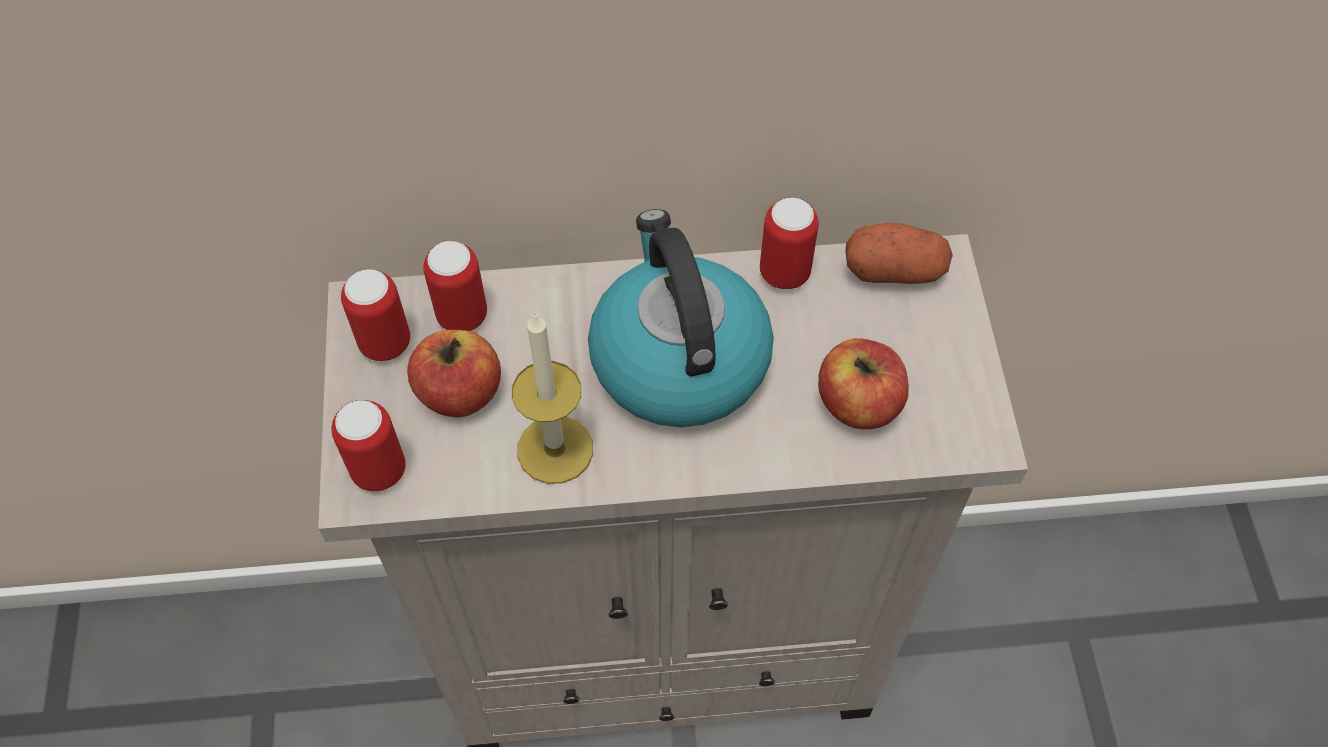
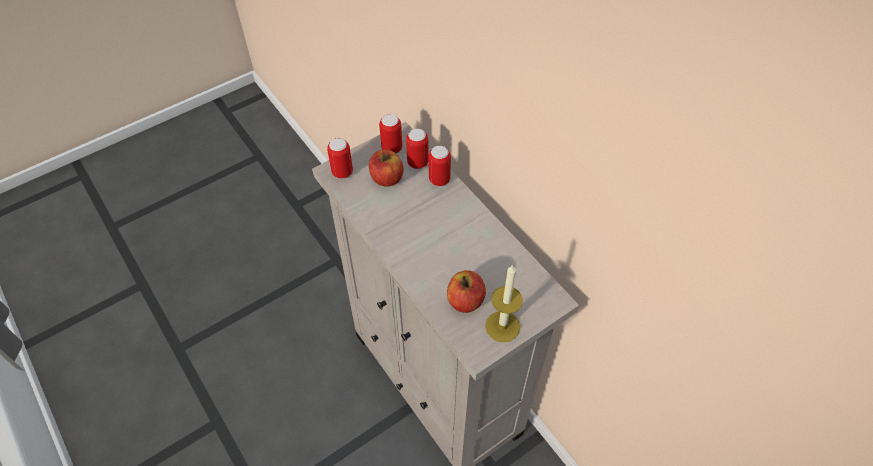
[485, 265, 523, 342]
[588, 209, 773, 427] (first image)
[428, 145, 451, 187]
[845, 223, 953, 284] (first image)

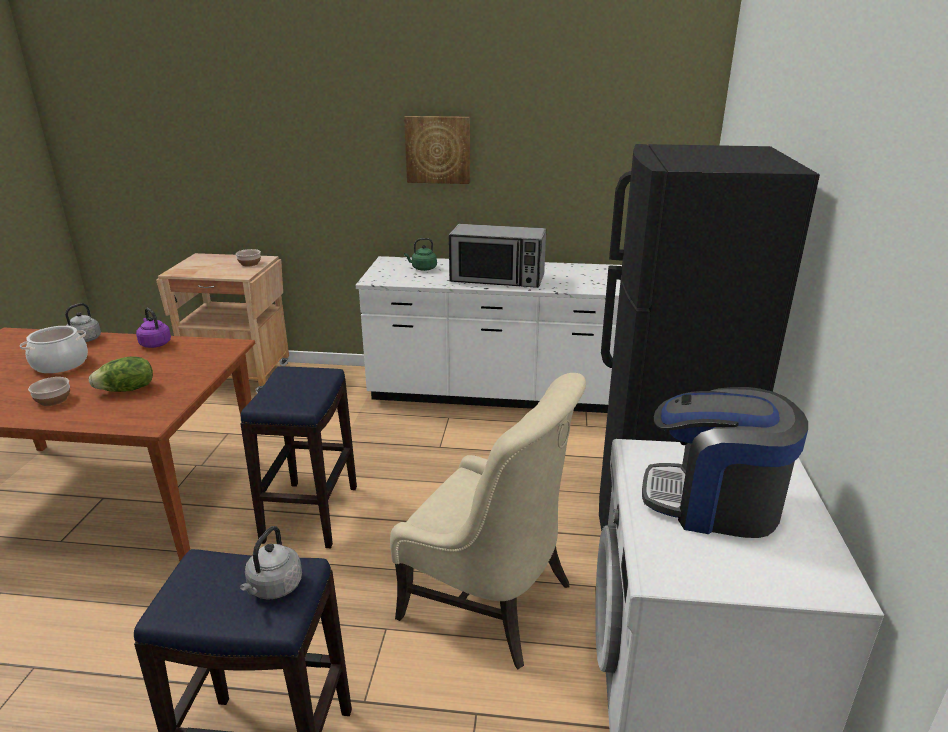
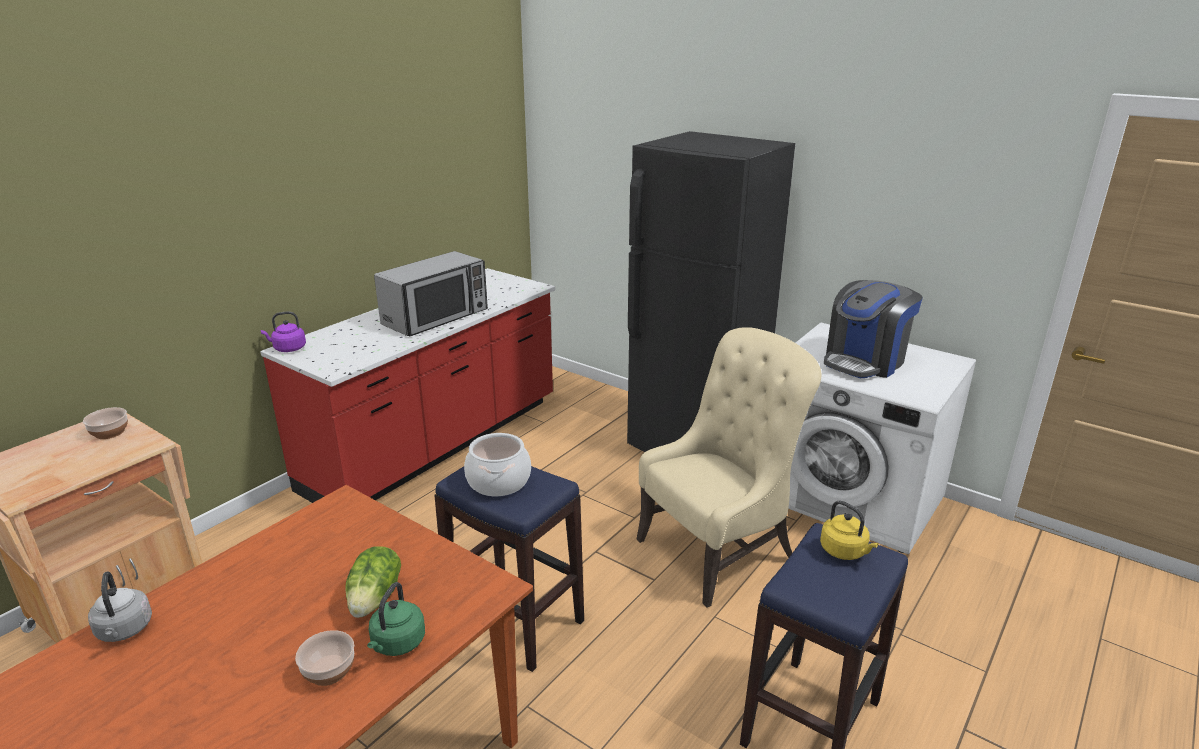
[464, 433, 531, 496]
[261, 312, 306, 352]
[820, 500, 878, 560]
[260, 268, 555, 503]
[404, 116, 470, 184] (first image)
[367, 582, 425, 656]

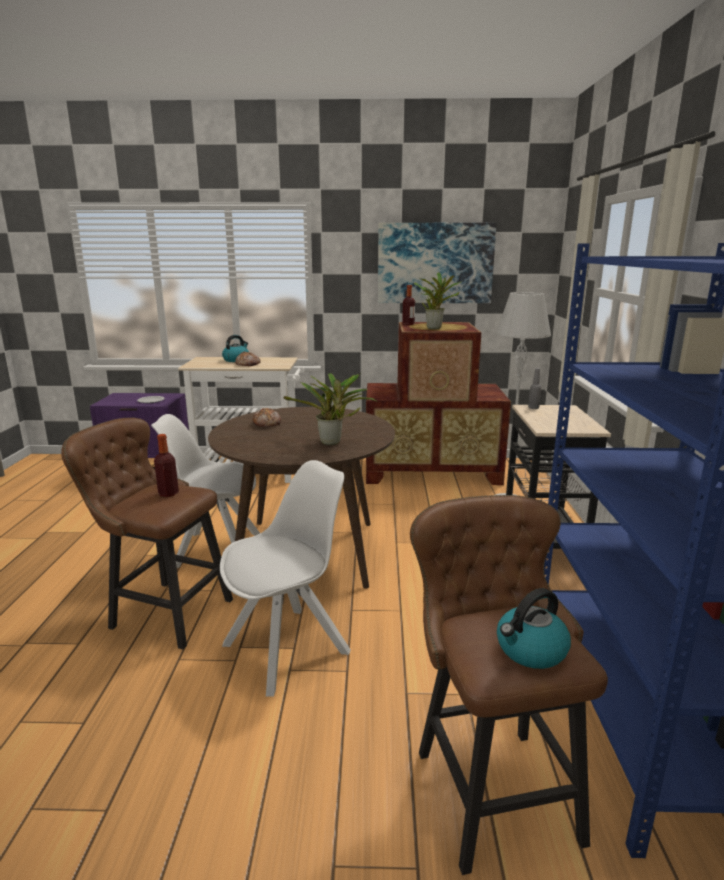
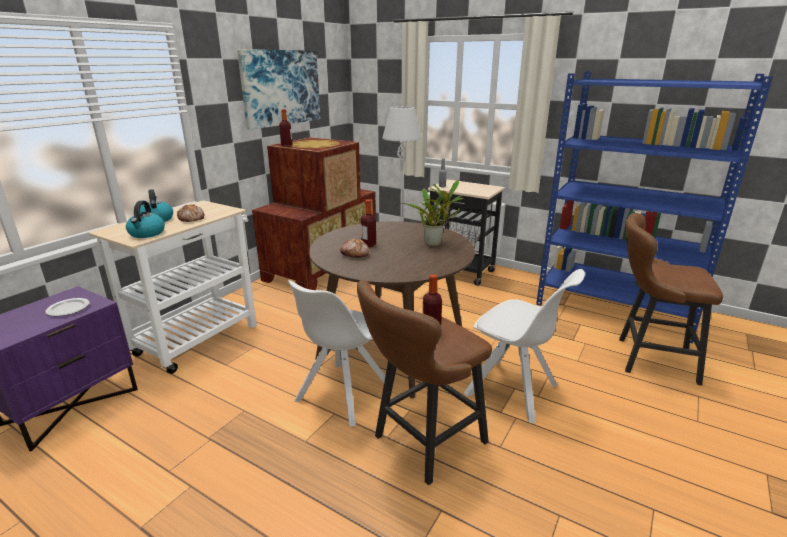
[464, 269, 585, 423]
[414, 272, 461, 329] (first image)
[126, 201, 165, 238]
[361, 199, 376, 247]

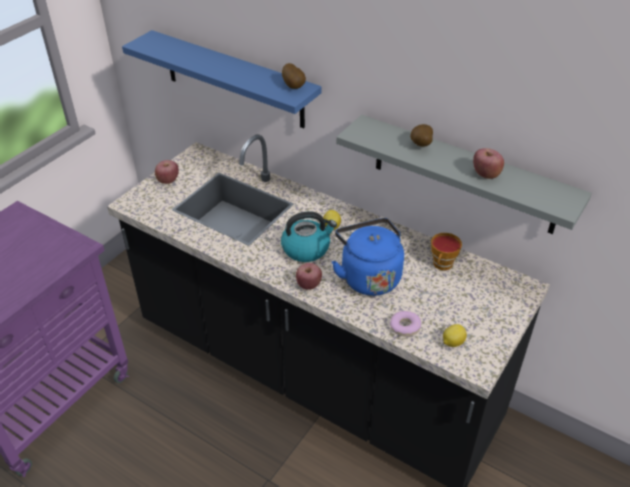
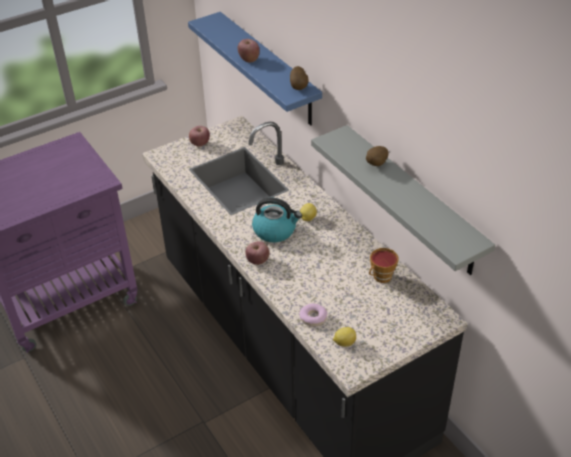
[332, 218, 404, 296] (first image)
[238, 39, 260, 63]

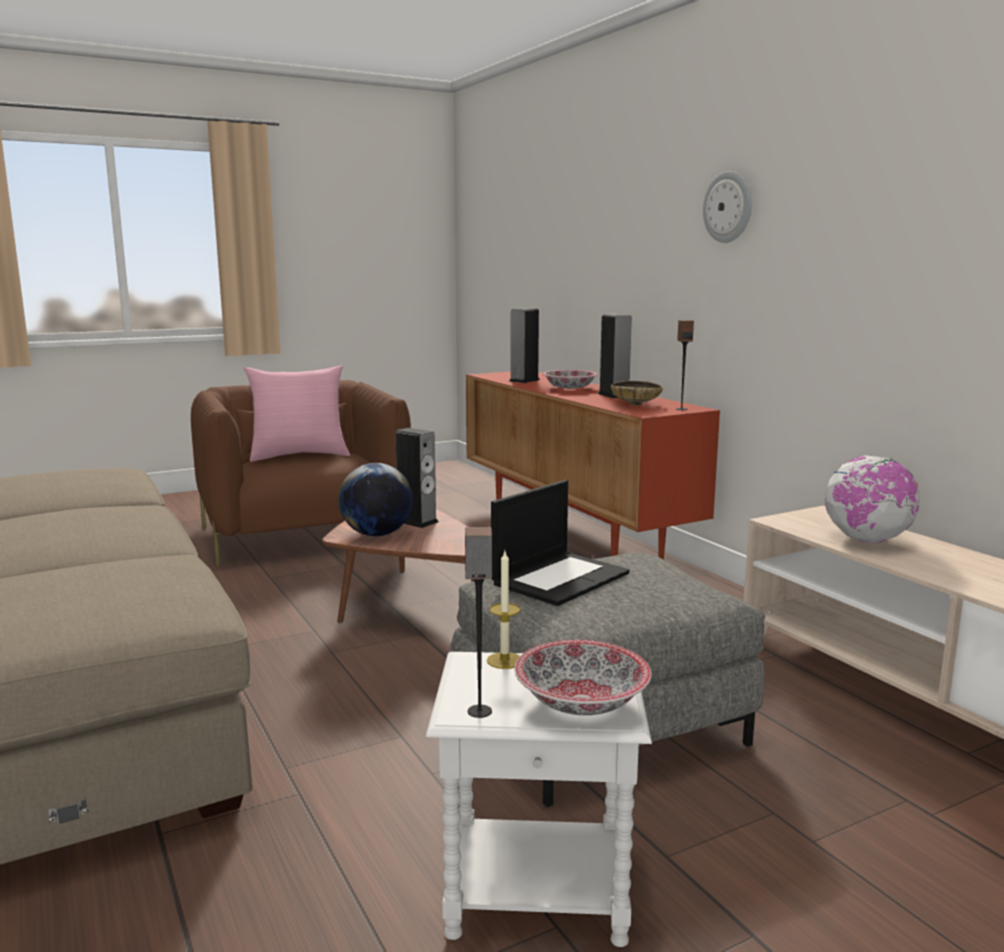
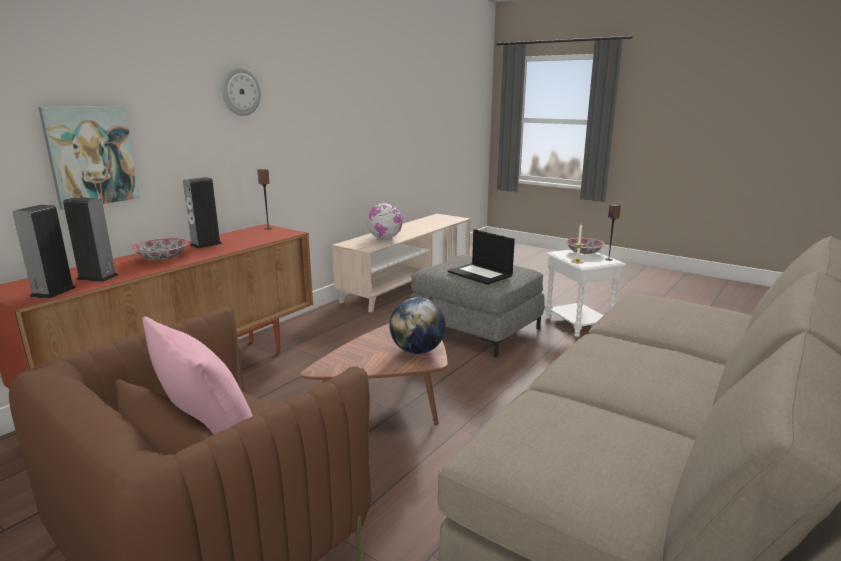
[13, 204, 76, 299]
[448, 229, 515, 285]
[611, 381, 663, 406] (first image)
[38, 105, 140, 210]

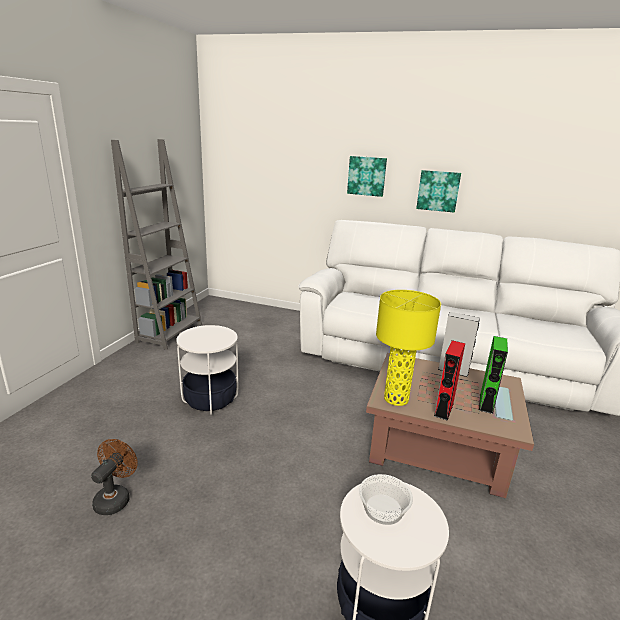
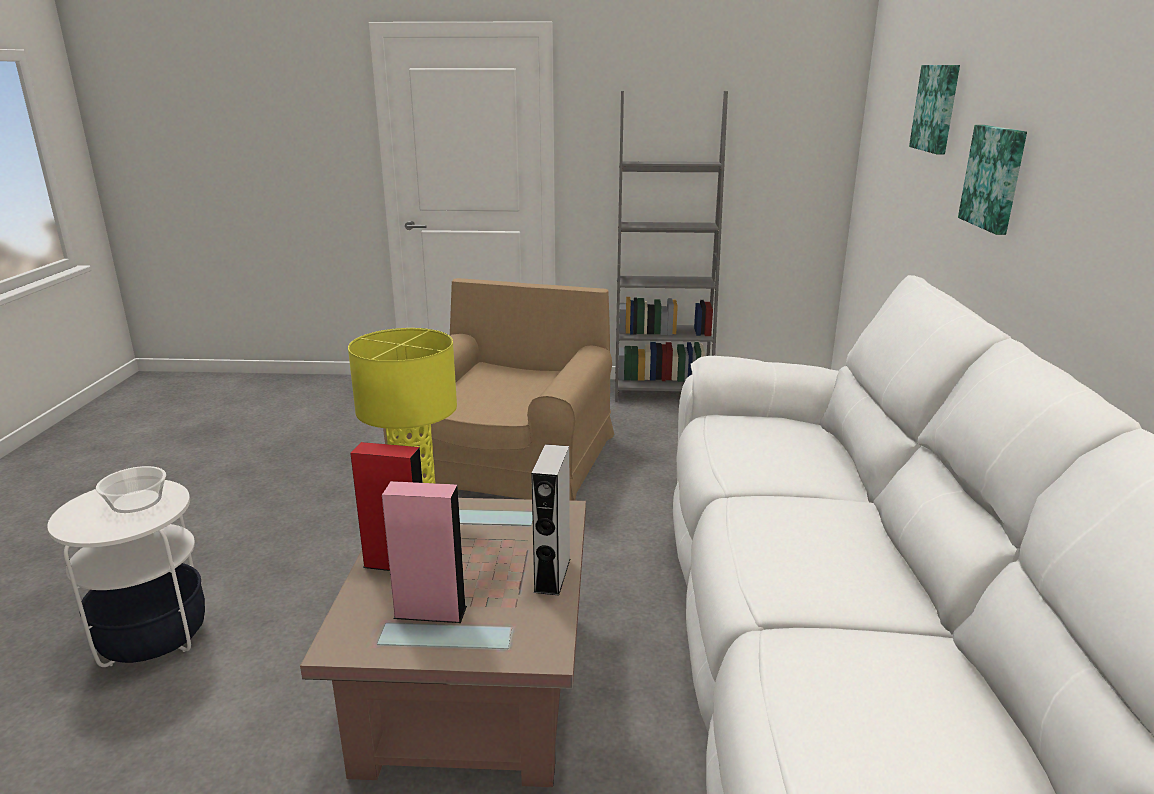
[91, 439, 138, 515] (first image)
[383, 278, 614, 501]
[909, 65, 960, 154]
[382, 481, 467, 623]

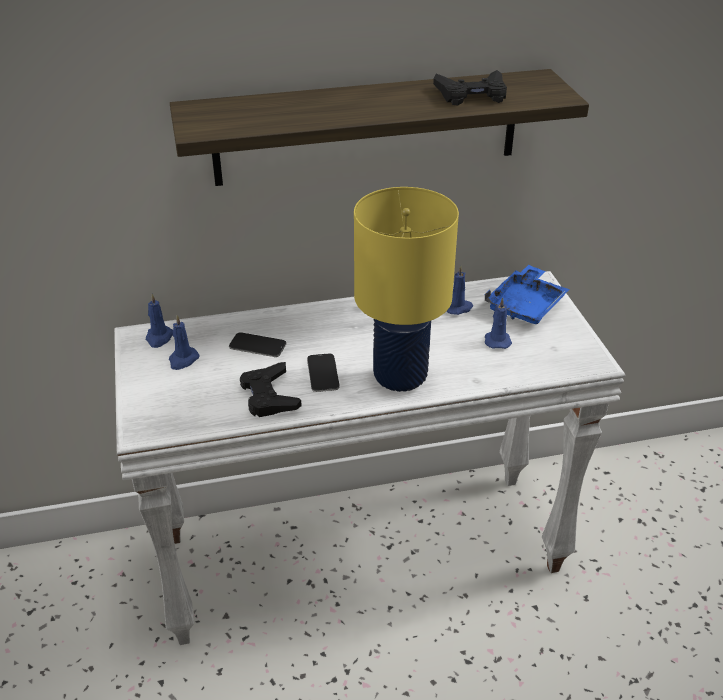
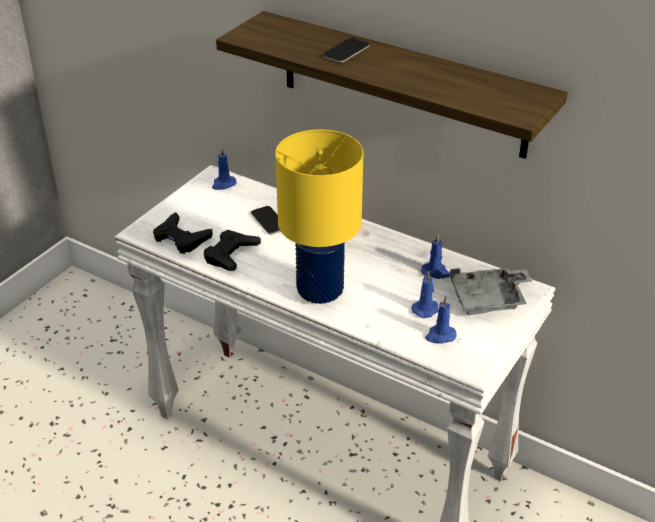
[425, 296, 457, 344]
[323, 38, 370, 63]
[153, 212, 213, 254]
[449, 267, 532, 315]

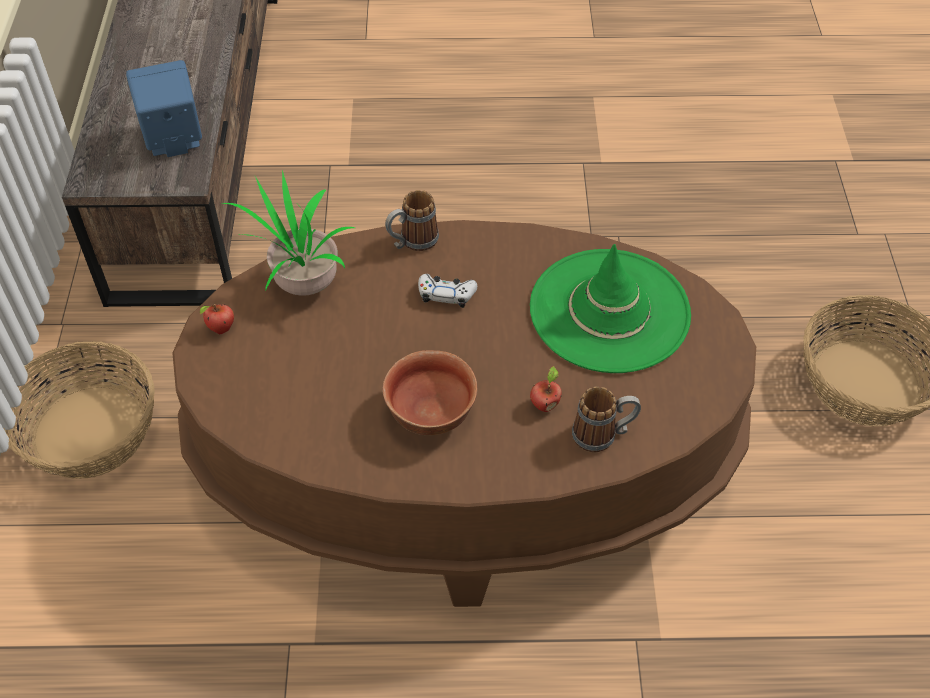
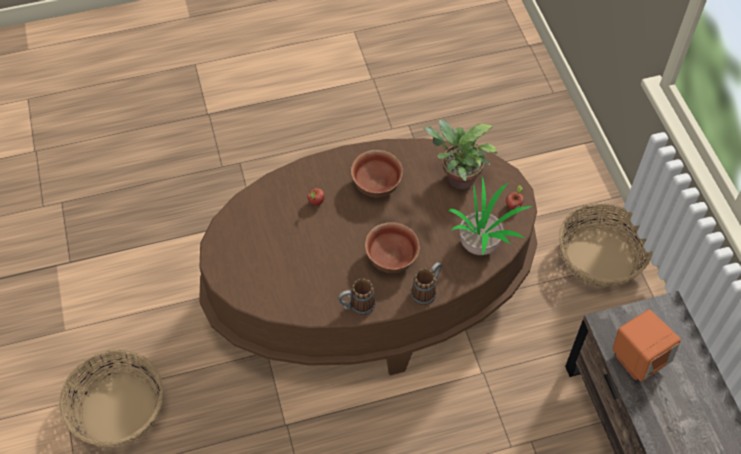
[613, 309, 681, 381]
[365, 222, 420, 273]
[530, 244, 691, 373] (first image)
[338, 278, 376, 315]
[423, 119, 498, 189]

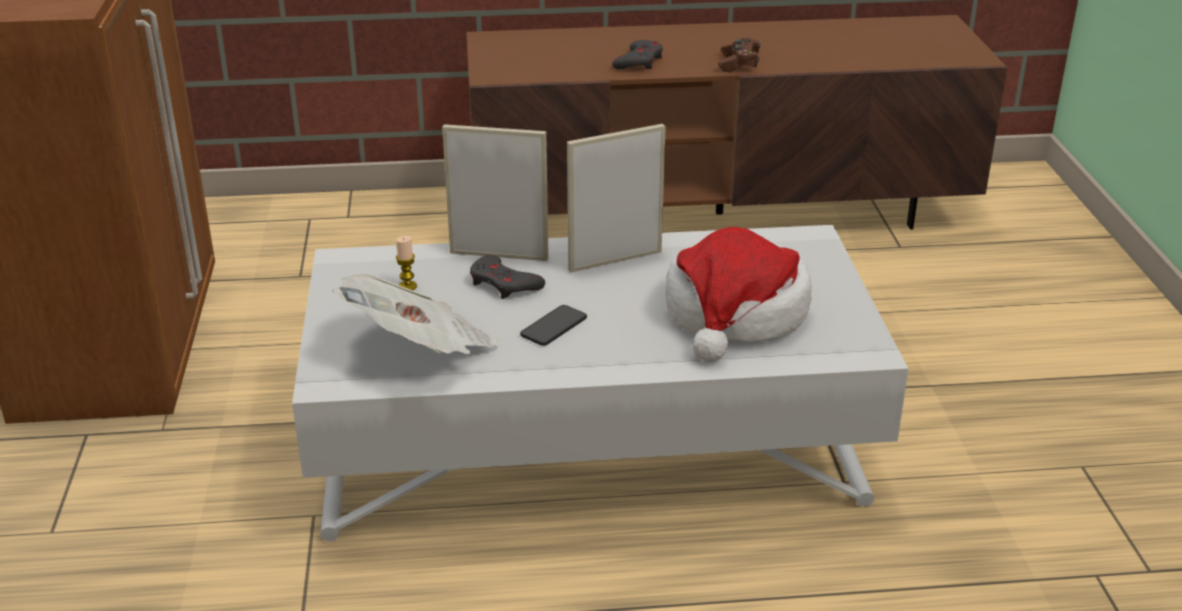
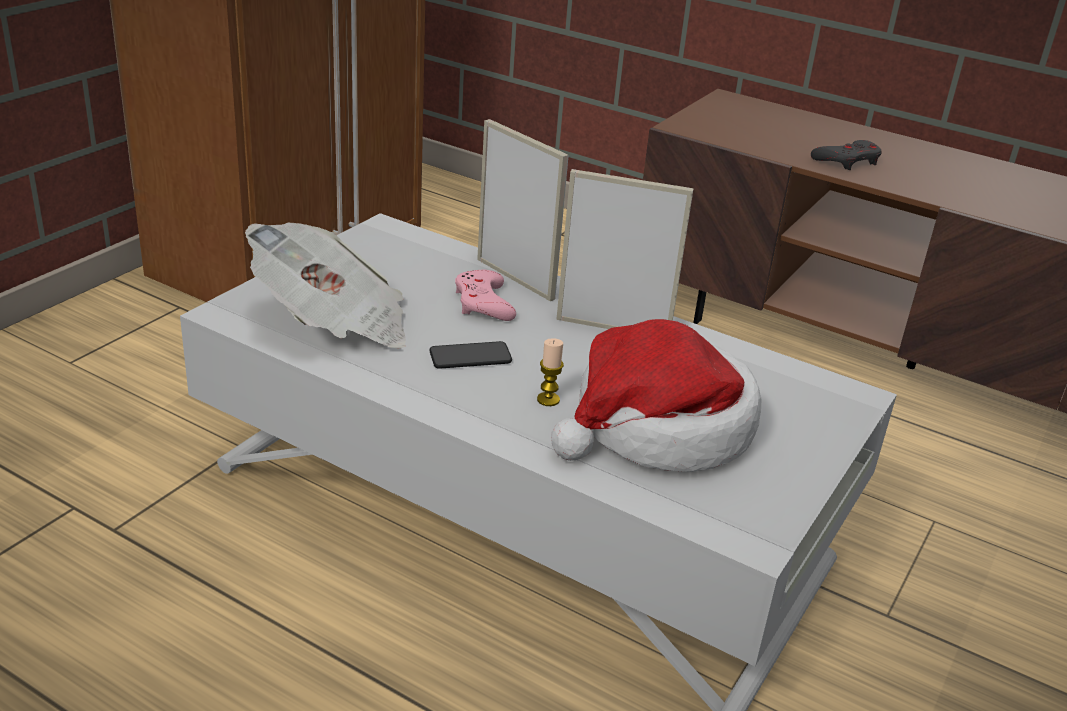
[537, 338, 564, 406]
[455, 270, 516, 321]
[718, 37, 760, 72] (first image)

